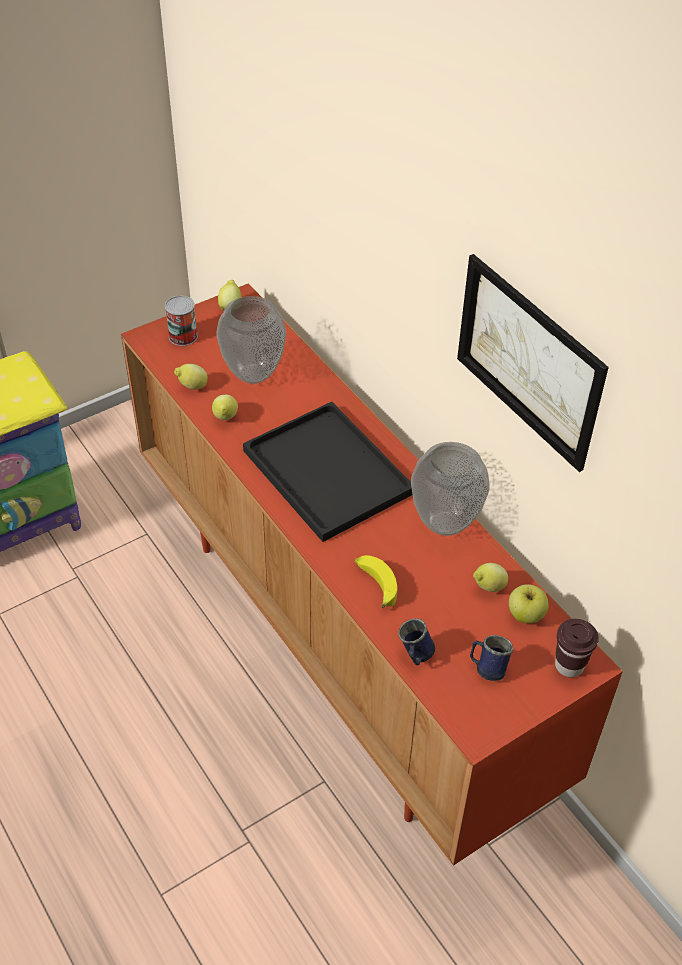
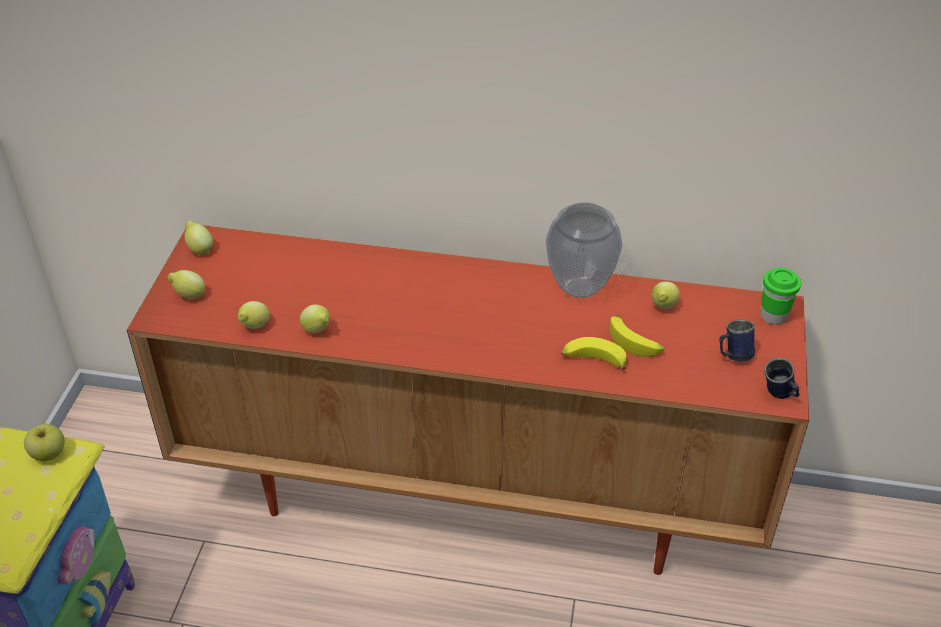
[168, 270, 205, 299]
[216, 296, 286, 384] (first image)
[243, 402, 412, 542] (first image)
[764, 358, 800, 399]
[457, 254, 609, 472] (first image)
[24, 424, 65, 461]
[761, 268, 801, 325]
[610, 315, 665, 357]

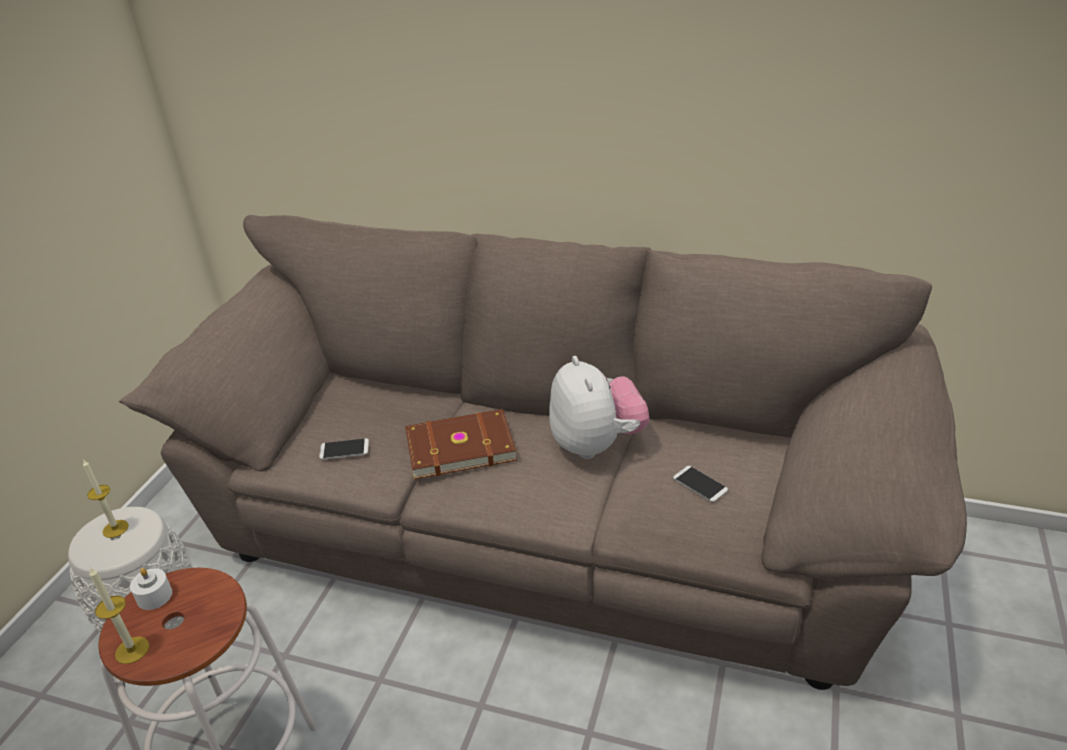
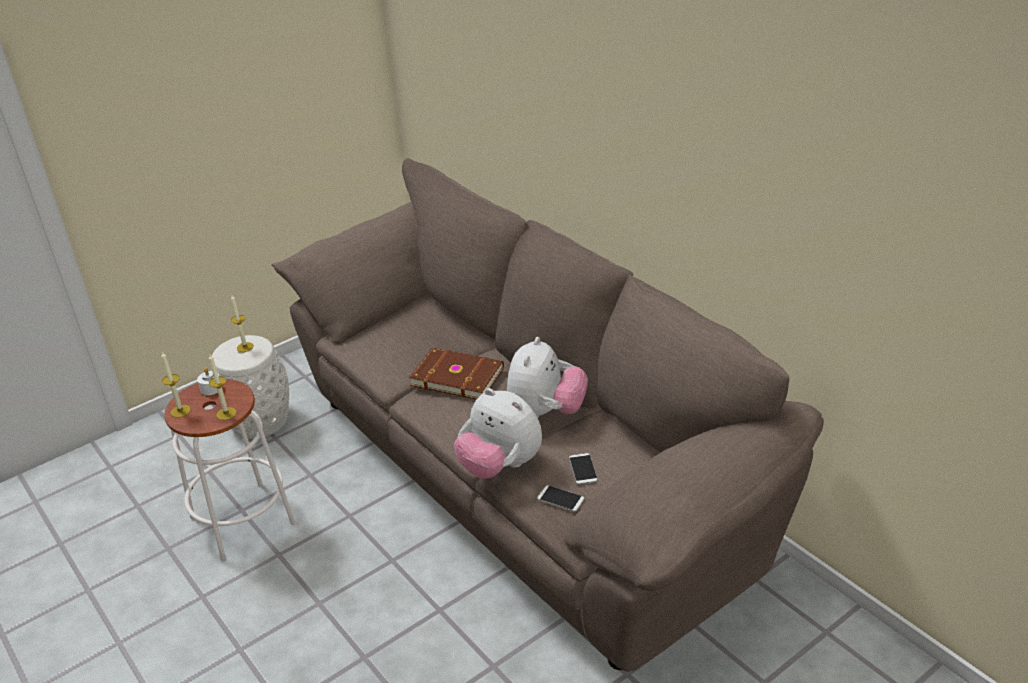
[537, 485, 584, 512]
[209, 354, 236, 420]
[454, 388, 542, 479]

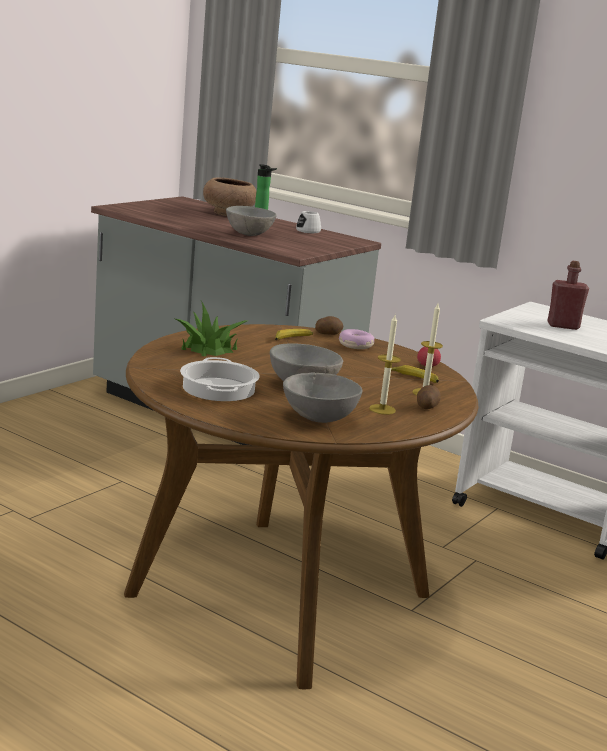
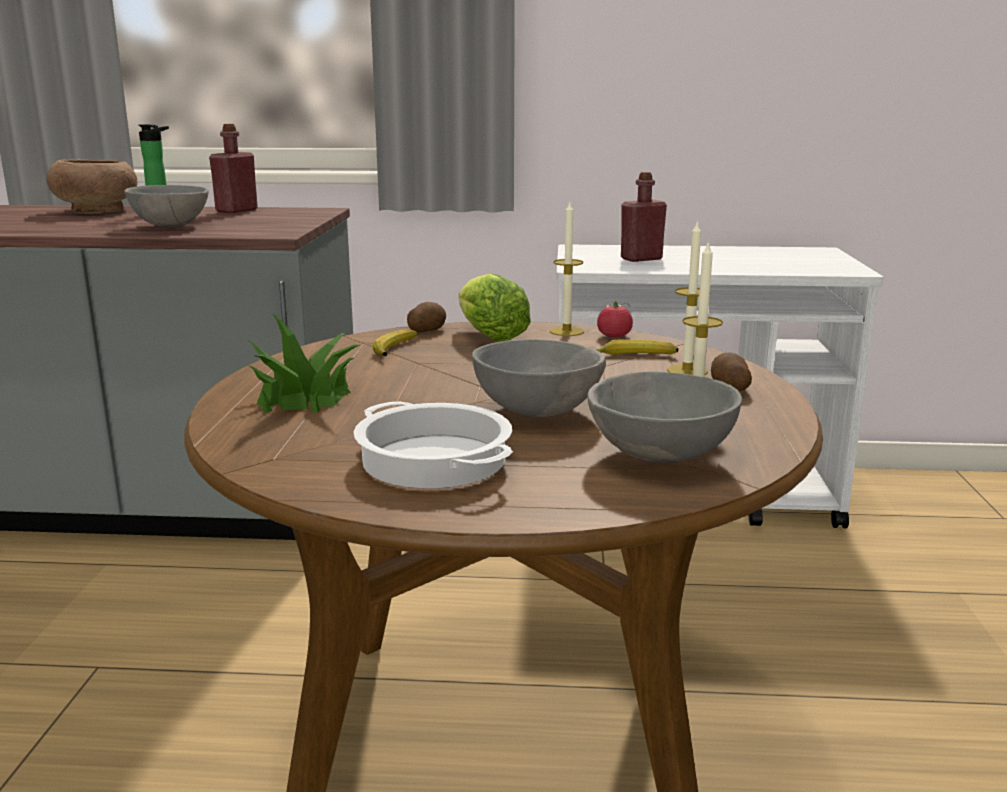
[209, 124, 258, 214]
[458, 273, 531, 341]
[550, 202, 584, 336]

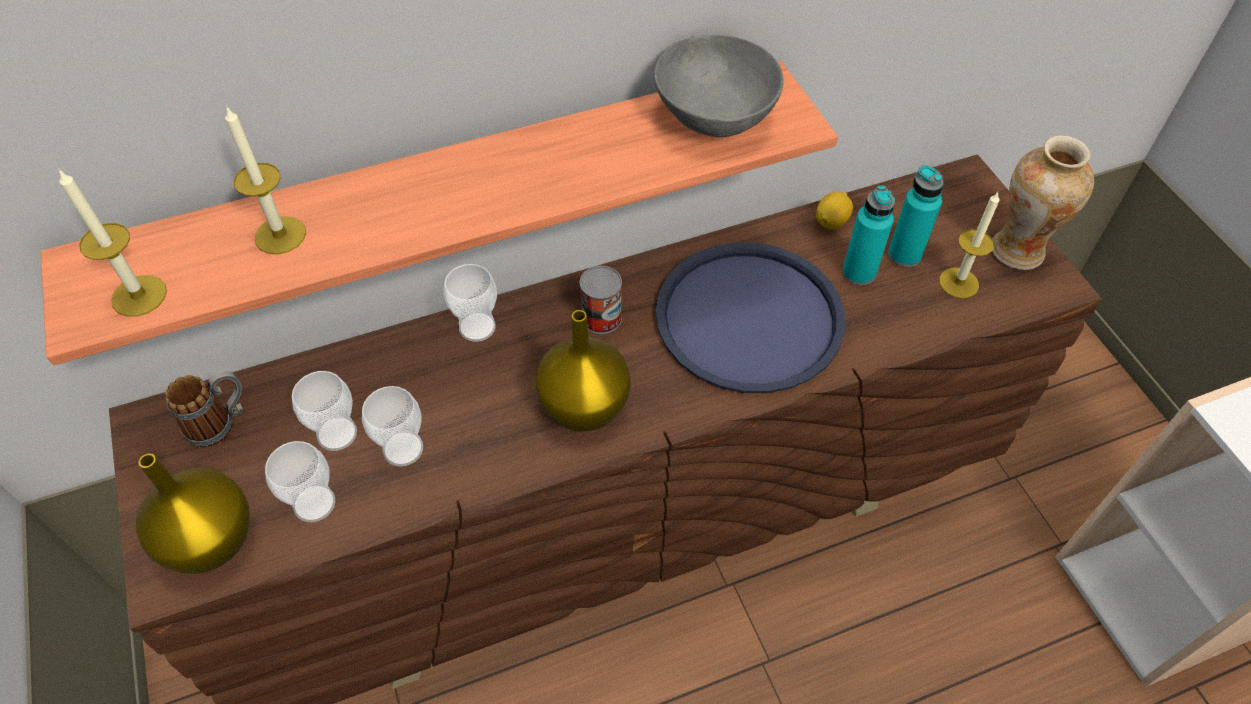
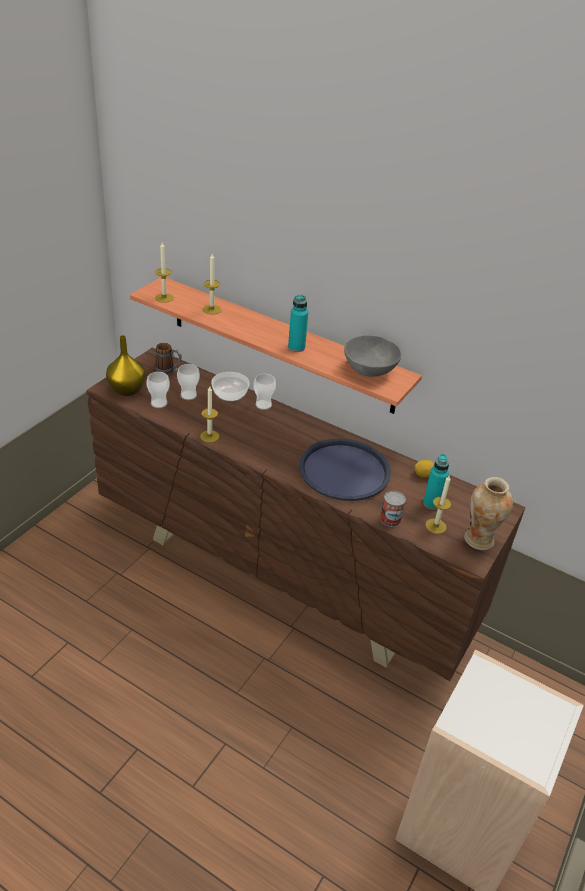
[362, 386, 423, 467] (first image)
[536, 310, 631, 431] (first image)
[380, 491, 406, 527]
[288, 294, 309, 352]
[200, 386, 219, 443]
[211, 372, 250, 401]

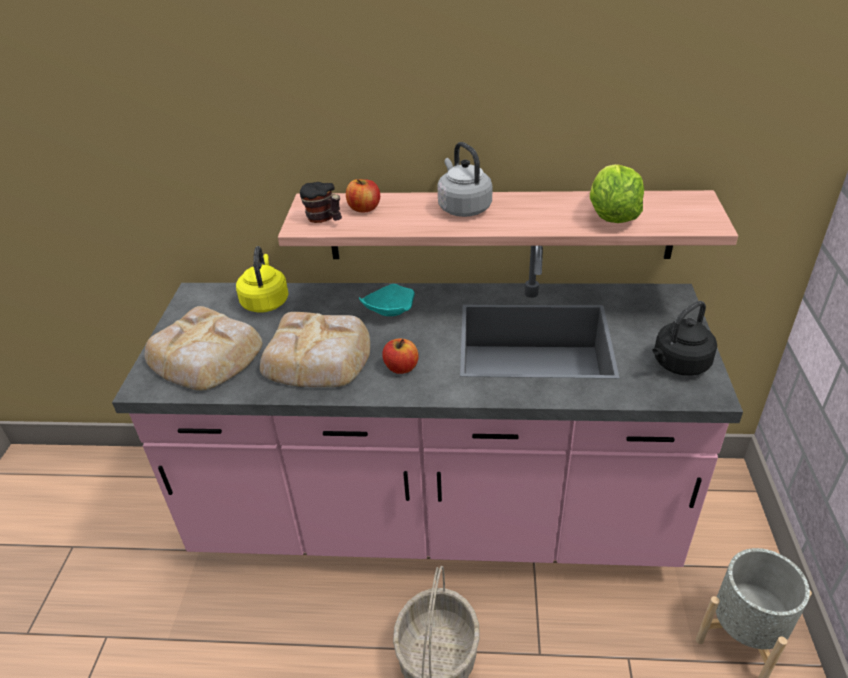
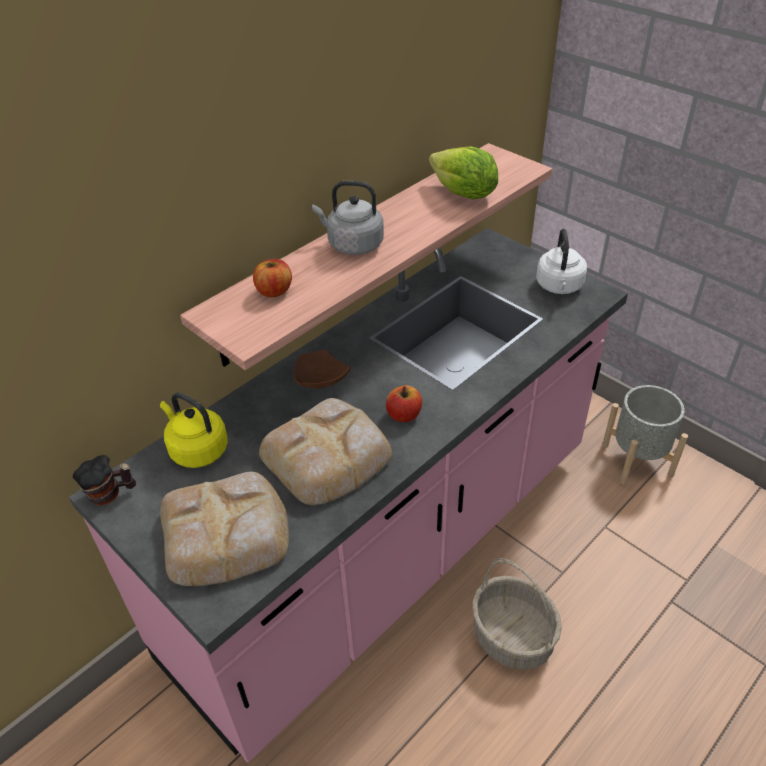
[73, 455, 136, 506]
[294, 350, 351, 389]
[536, 229, 587, 294]

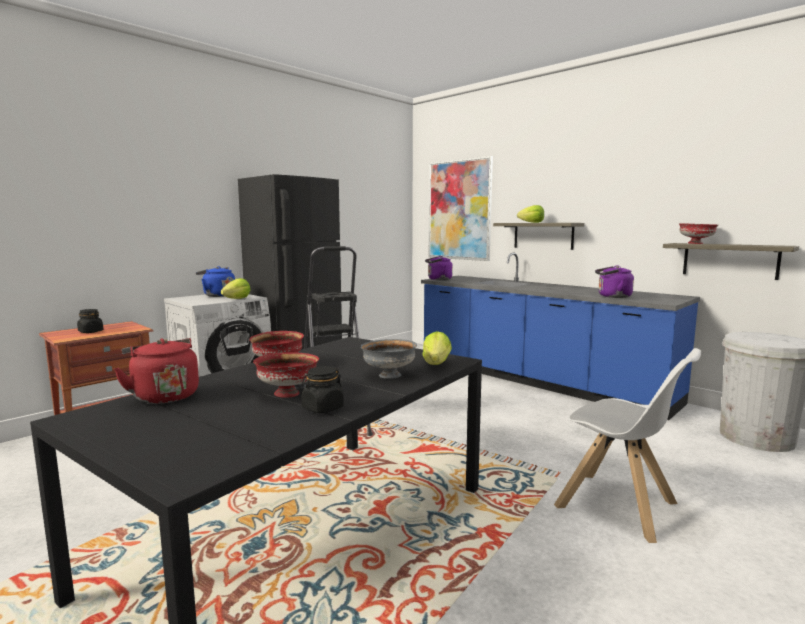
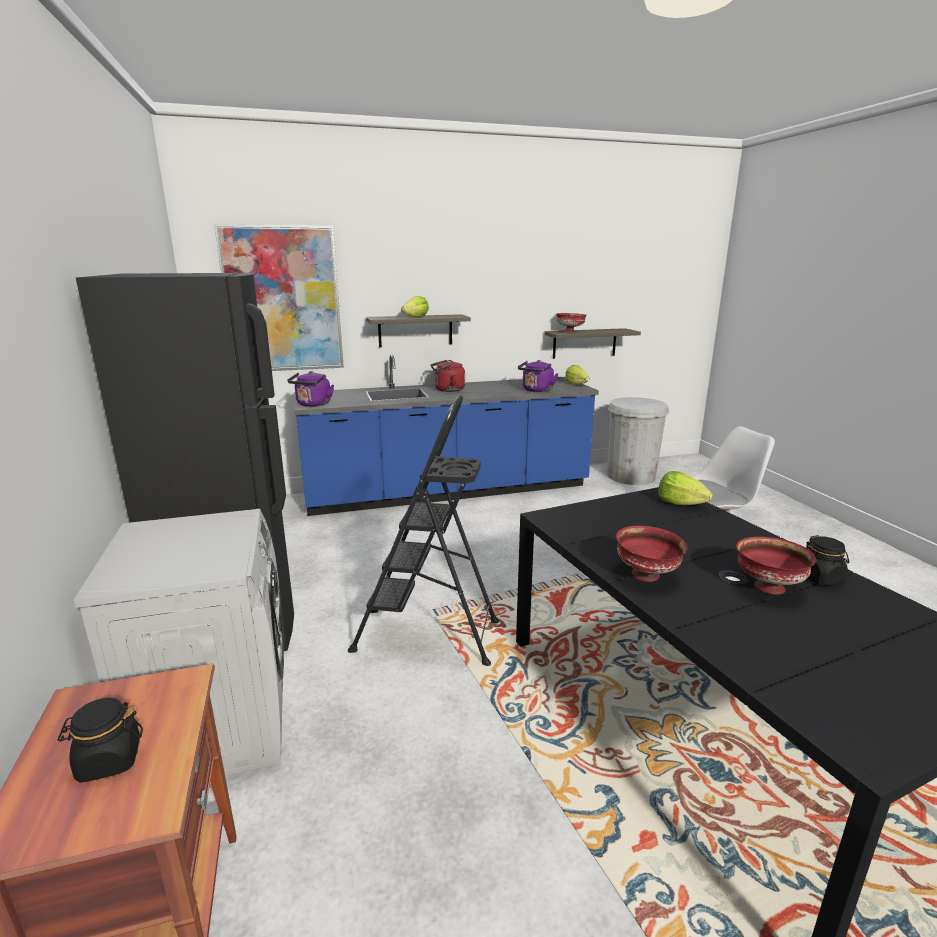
[431, 360, 465, 392]
[196, 266, 235, 297] (first image)
[565, 365, 589, 385]
[361, 339, 417, 379] (first image)

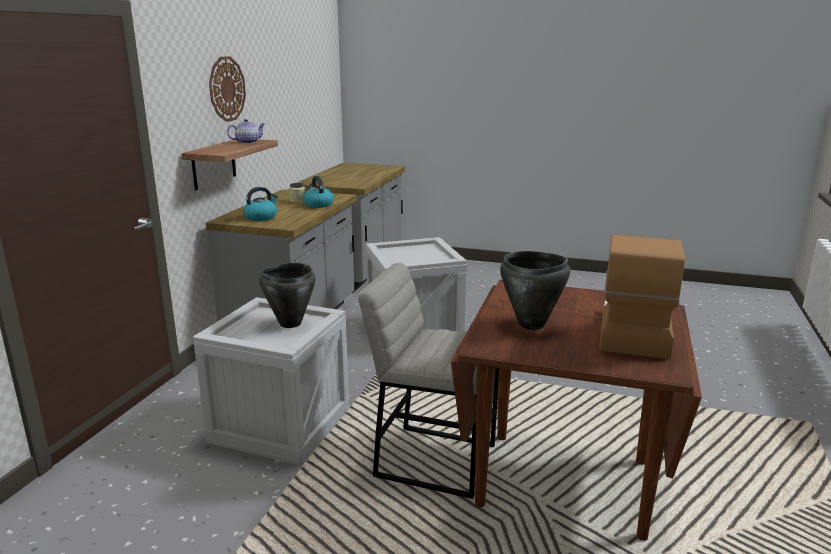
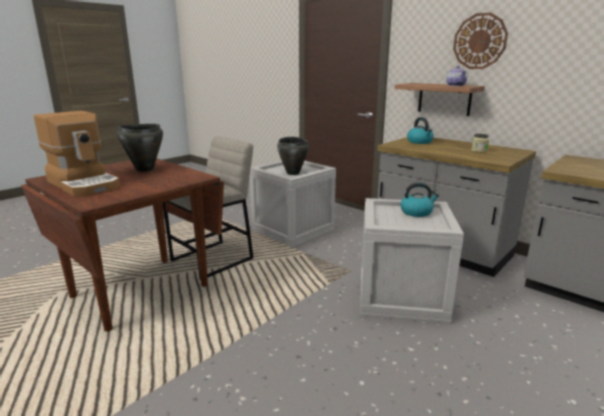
[400, 183, 439, 217]

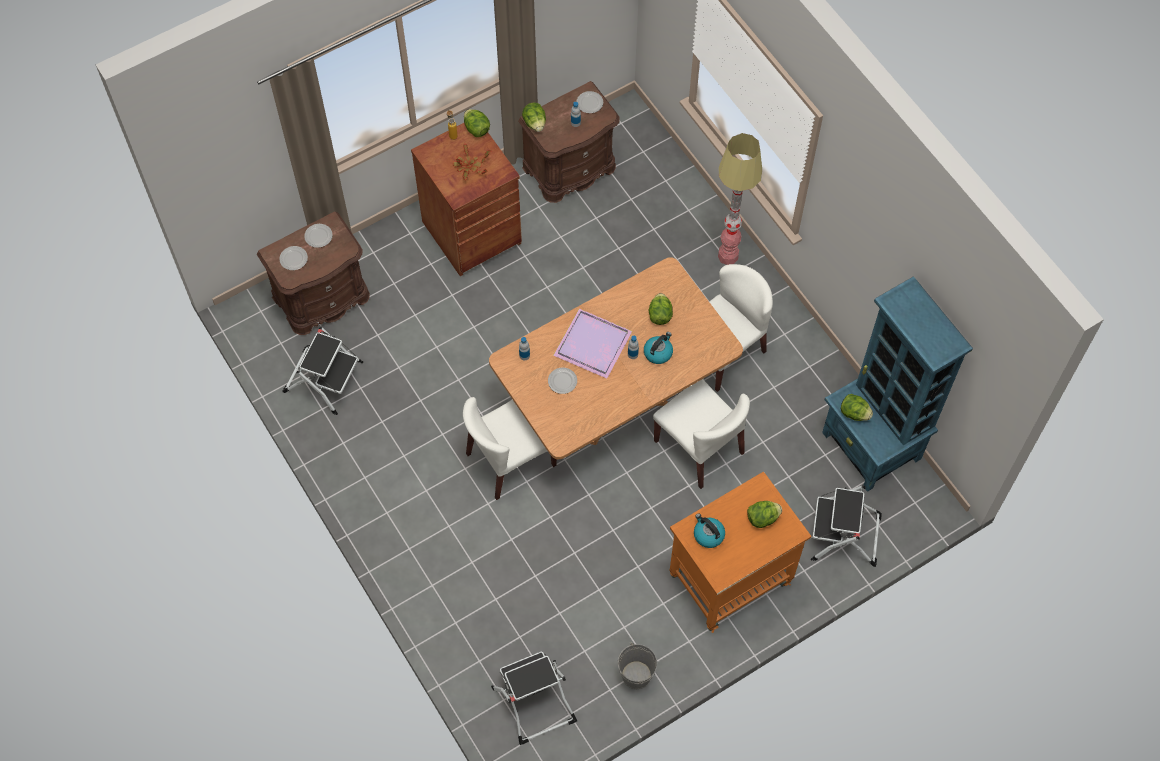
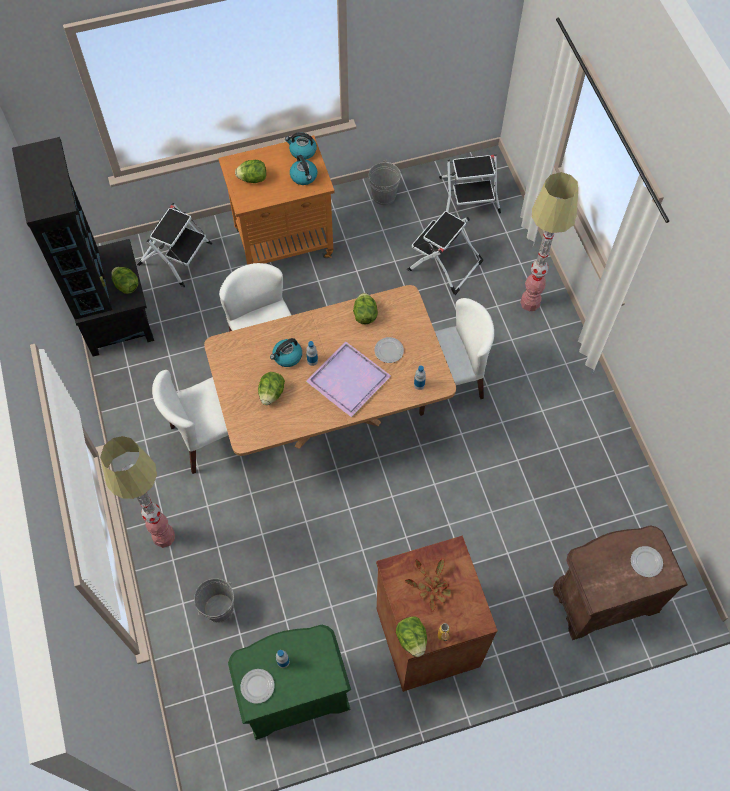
[407, 211, 484, 295]
[304, 224, 333, 248] (first image)
[228, 625, 351, 740]
[353, 293, 378, 324]
[12, 137, 154, 357]
[194, 578, 234, 623]
[285, 132, 317, 160]
[520, 172, 578, 312]

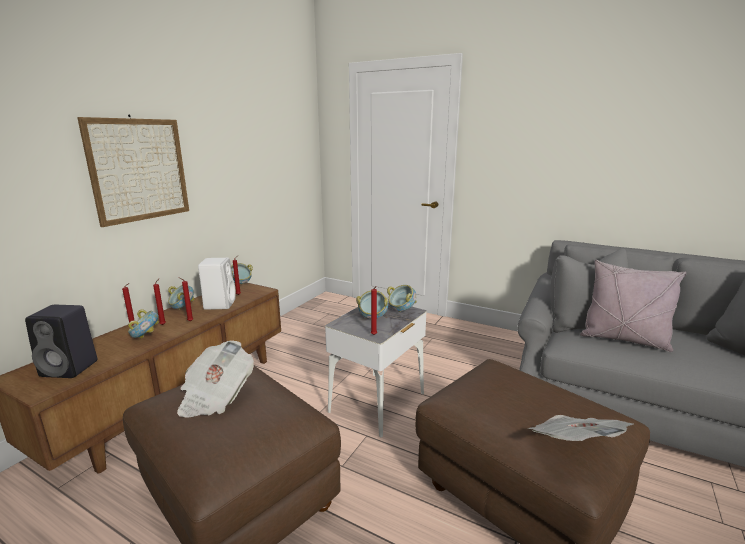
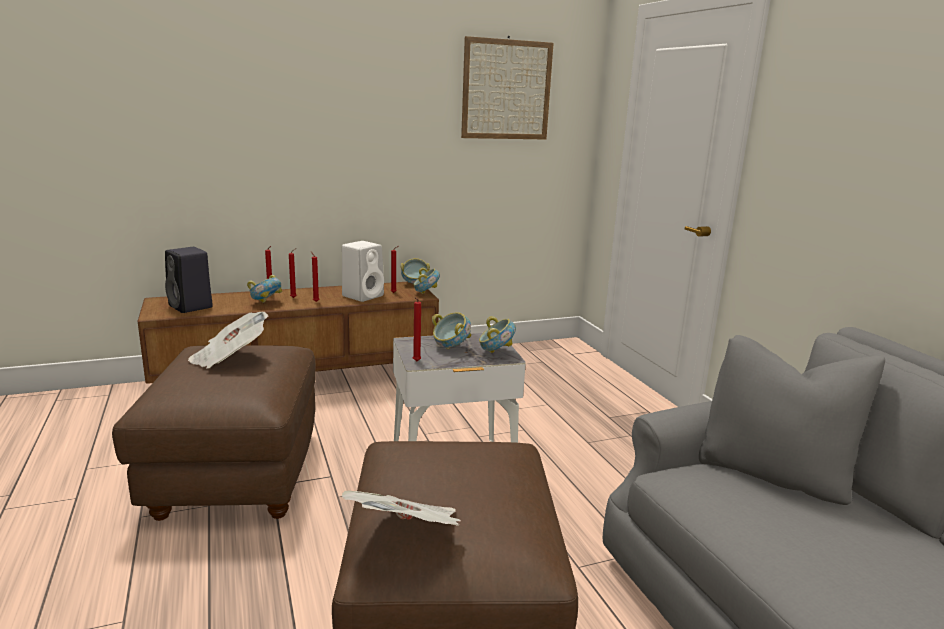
[461, 36, 554, 140]
[413, 268, 440, 294]
[580, 260, 686, 352] (first image)

